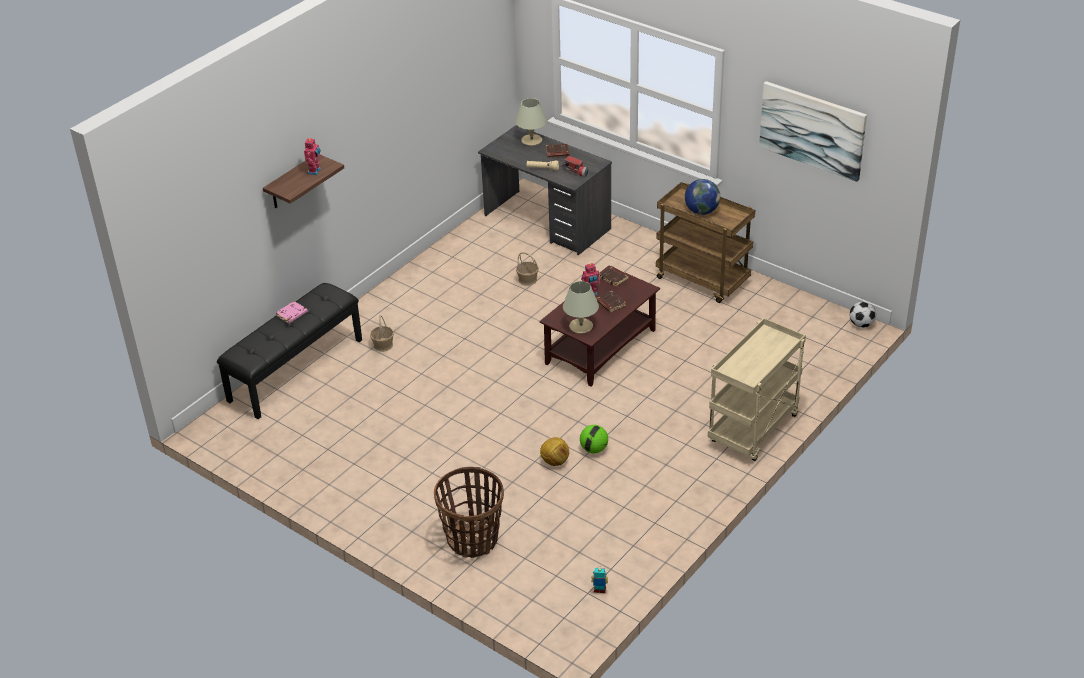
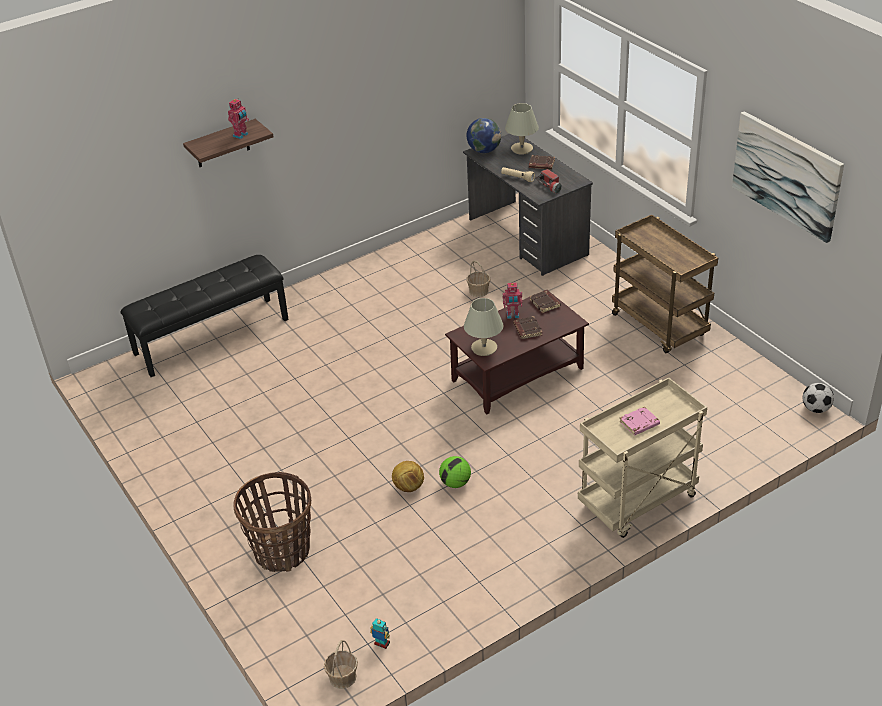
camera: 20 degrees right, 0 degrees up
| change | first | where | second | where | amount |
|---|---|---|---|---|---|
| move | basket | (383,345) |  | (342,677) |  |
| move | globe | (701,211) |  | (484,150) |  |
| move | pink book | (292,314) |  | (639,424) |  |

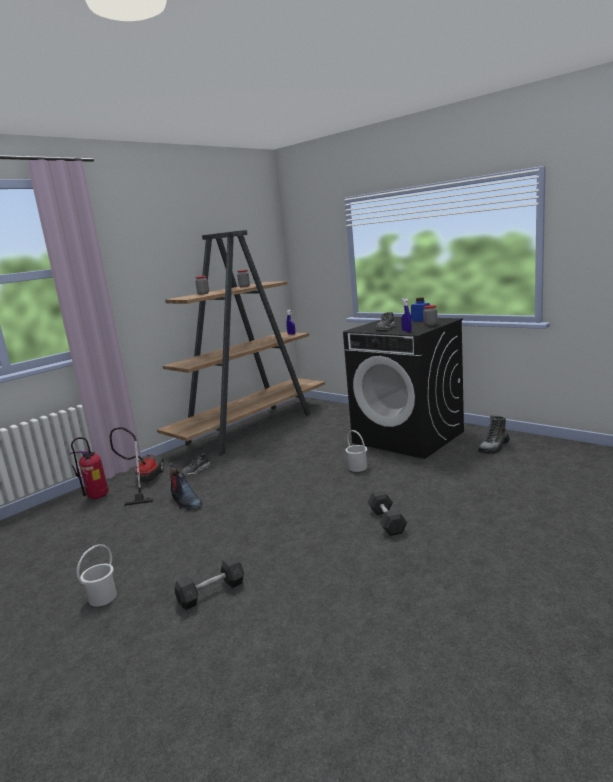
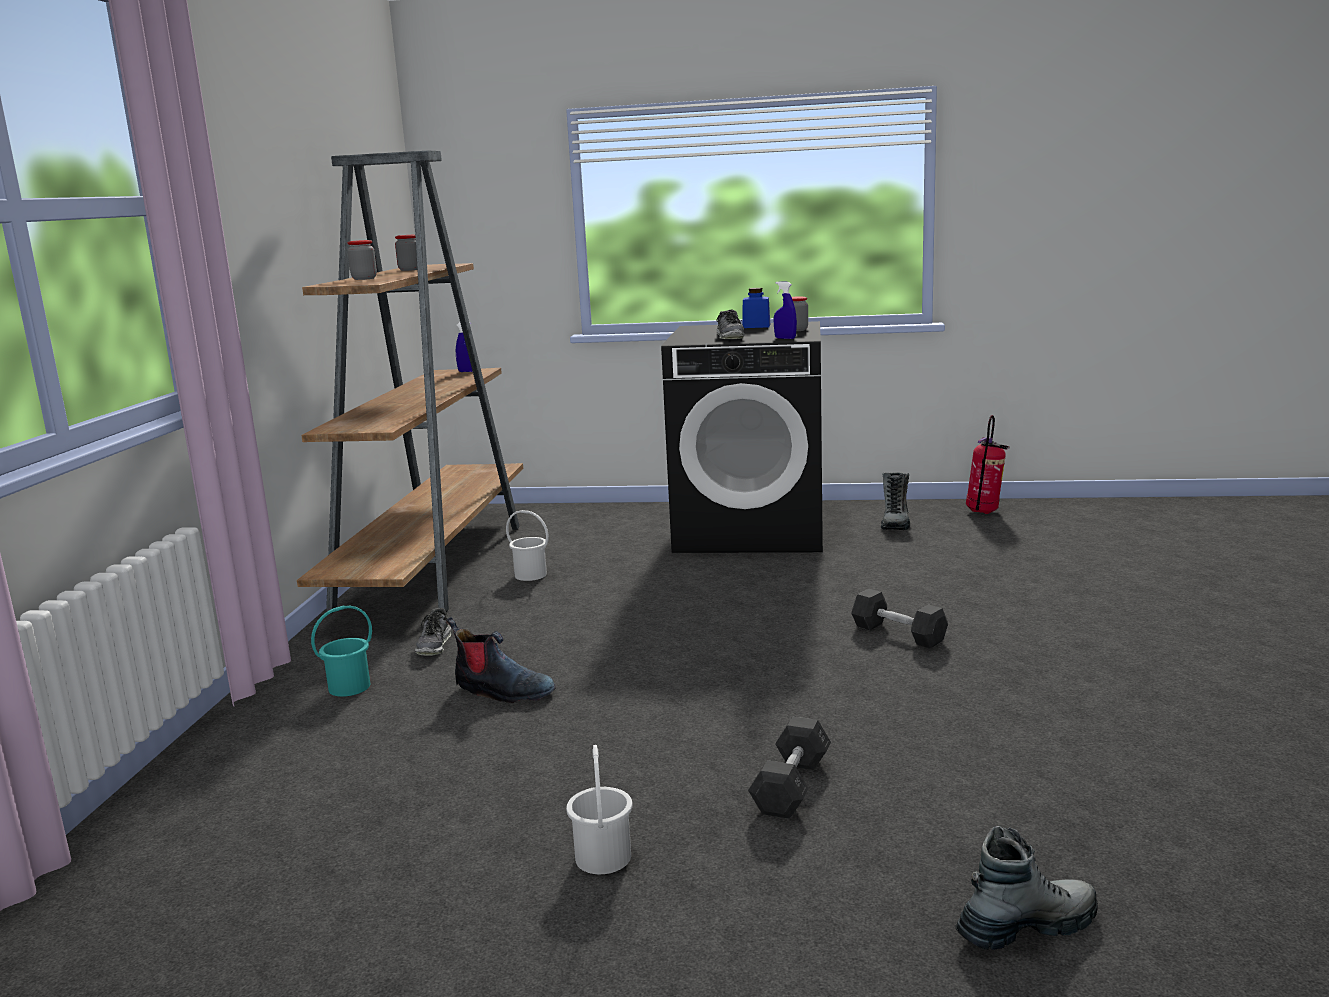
camera: 35 degrees left, 0 degrees up
| change | first | where | second | where | amount |
|---|---|---|---|---|---|
| replace | vacuum cleaner | (144,483) | turquoise bucket | (349,687) |  |
| move | white bucket | (358,467) |  | (530,575) |  |
| insert |  |  | boot | (1026,927) |  |
| move | fire extinguisher | (97,497) |  | (984,512) |  |

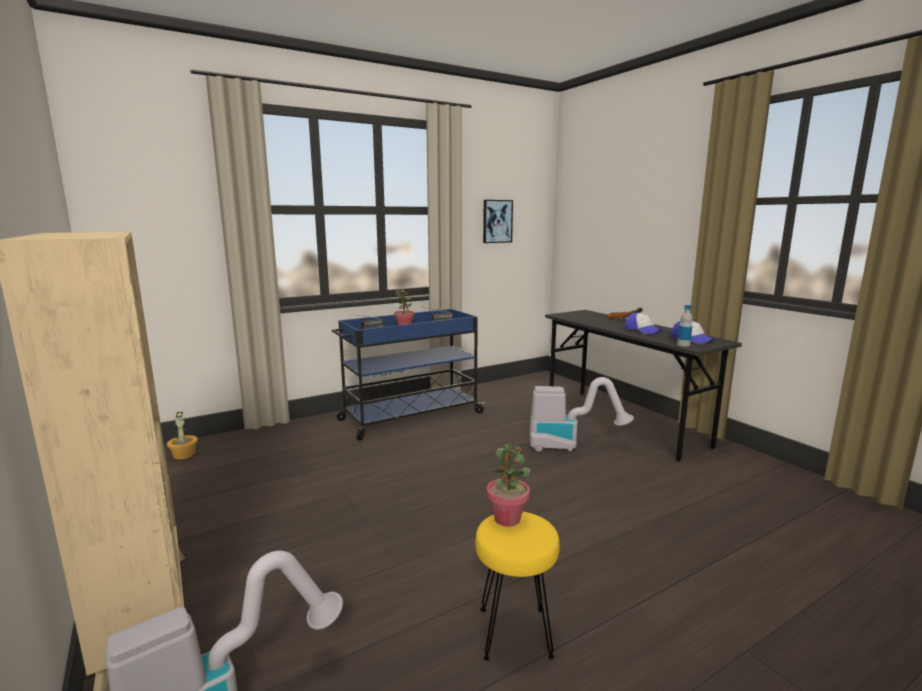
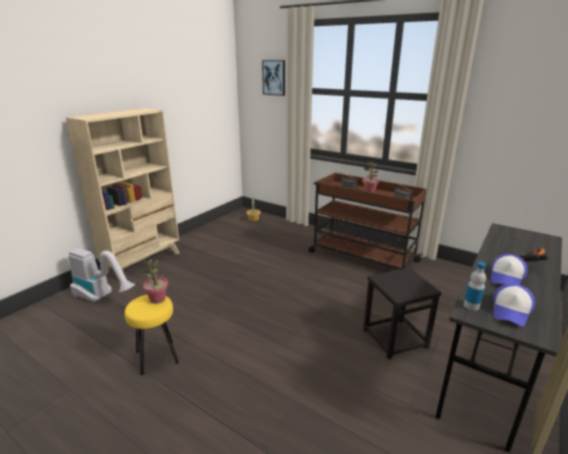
camera: 65 degrees right, 10 degrees up
| change | first | where | second | where | amount |
|---|---|---|---|---|---|
| move | picture | (497,221) |  | (274,77) |  |
| recolor | blue cart | (410,417) | brown cart | (361,256) |  |
| replace | vacuum cleaner | (570,445) | black stool | (395,338) |  |

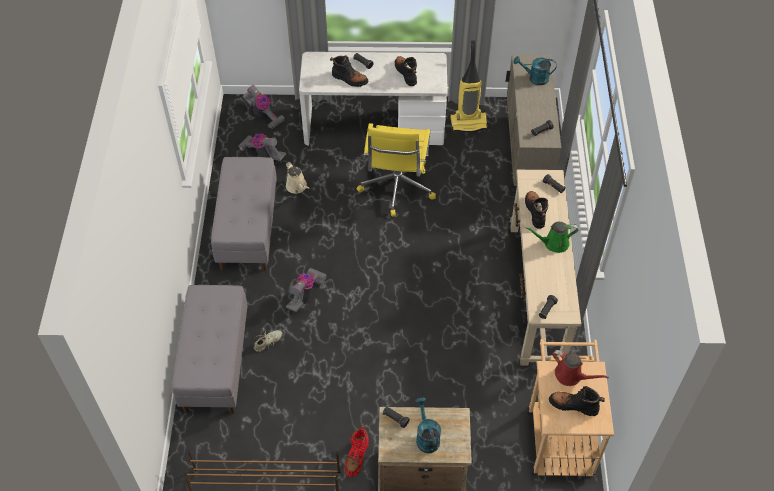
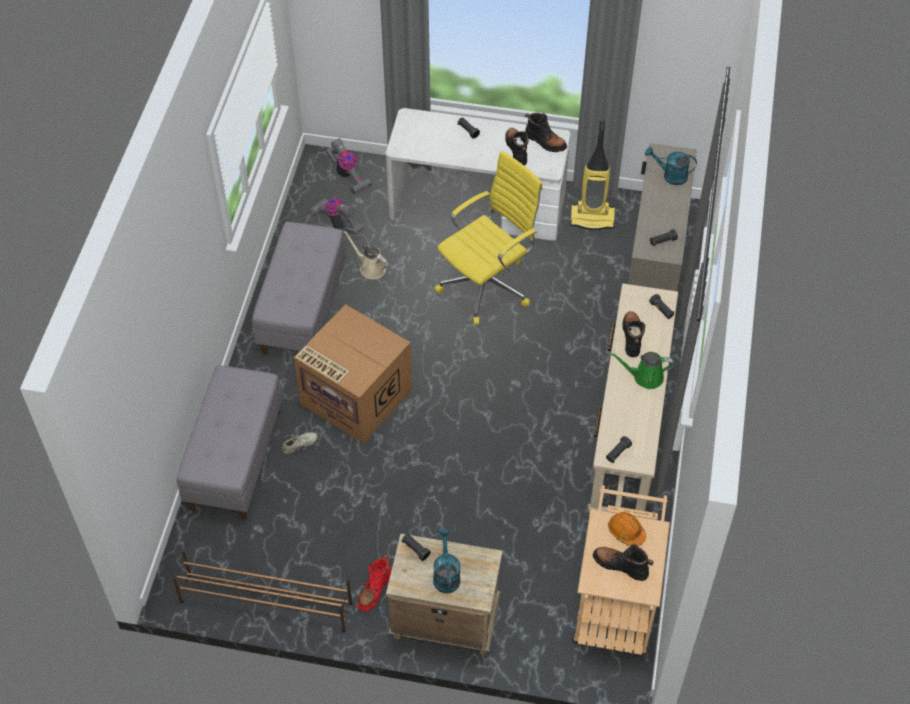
camera: 10 degrees right, 0 degrees up
| change | first | where | second | where | amount |
|---|---|---|---|---|---|
| replace | vacuum cleaner | (306,295) | cardboard box | (354,397) |  |
| rotate | beige watering can | (297,187) |  | (370,268) | 150 degrees clockwise |
| rotate | yellow office chair | (396,187) |  | (488,285) | 150 degrees counterclockwise |
| move | black boot | (349,79) |  | (545,141) |  |
| replace | red watering can | (571,375) | orange hard hat | (626,531) |  |

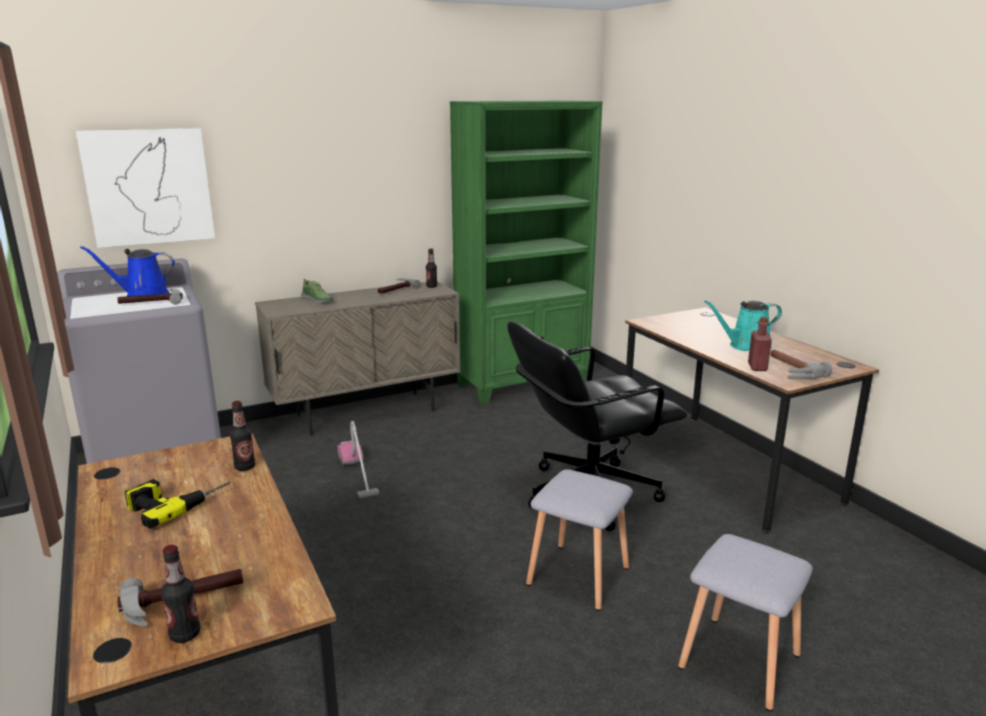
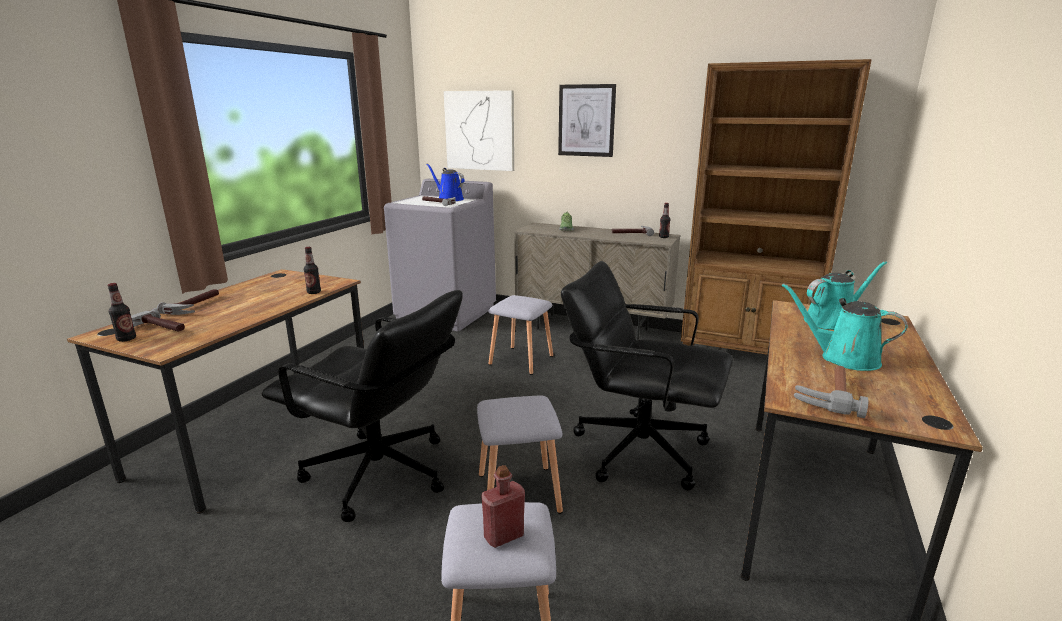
camera: 50 degrees right, 0 degrees up
| change | first | where | second | where | amount |
|---|---|---|---|---|---|
| insert |  |  | hammer | (195,306) |  |
| insert |  |  | black office chair | (379,474) |  |
| move | red bottle | (757,367) |  | (504,536) |  |
| replace | vacuum cleaner | (357,473) | grey stool | (520,360) |  |
| insert |  |  | picture | (586,120) |  |
| recolor | green bookcase | (523,384) | brown bookcase | (746,354) |  |
| insert |  |  | turquoise watering can | (832,322) |  |
| delete | power drill | (177,501) |  |  |  |

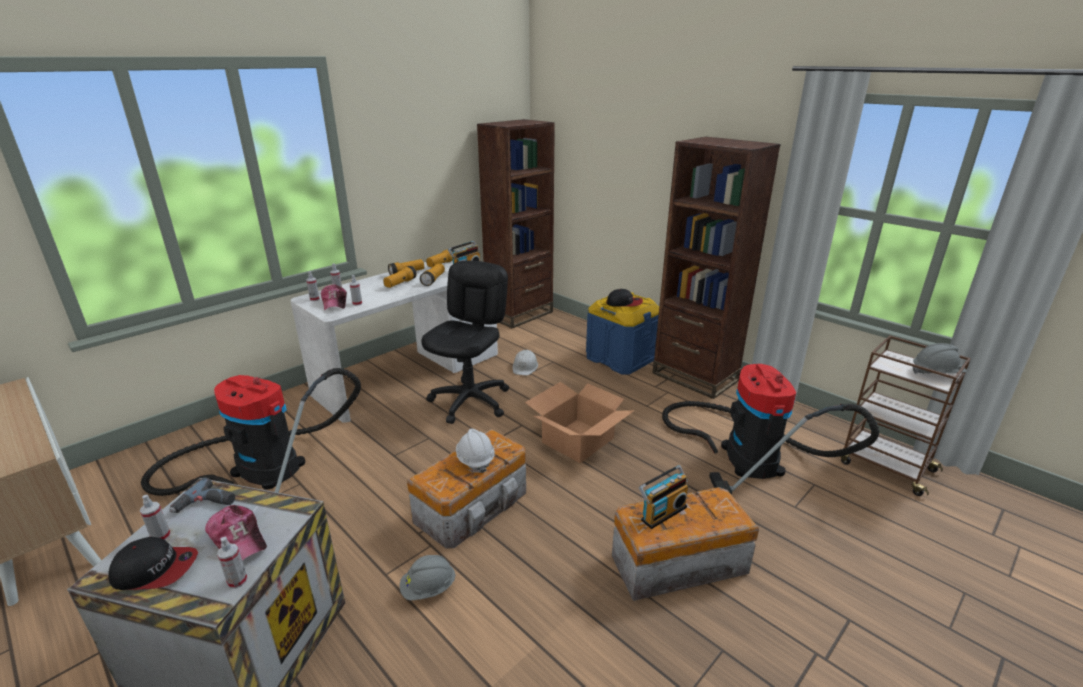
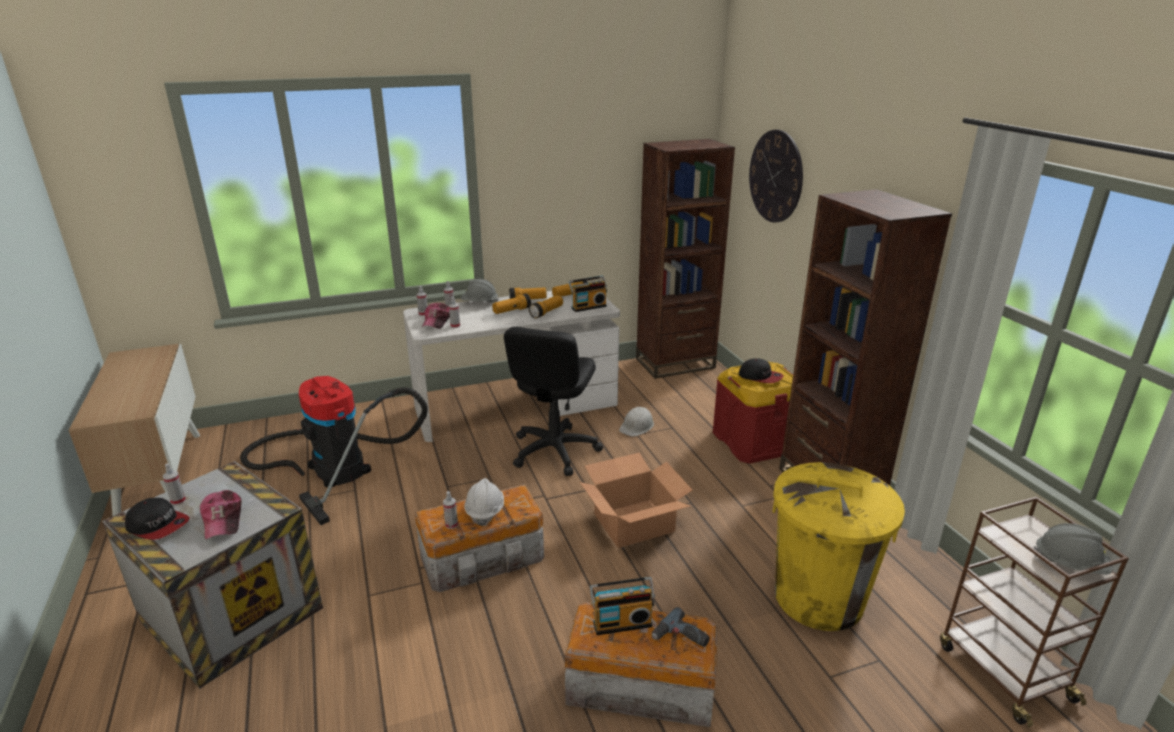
camera: 25 degrees right, 0 degrees up
| change | first | where | second | where | amount |
|---|---|---|---|---|---|
| move | spray bottle | (237,581) |  | (451,525) |  |
| move | grey hard hat | (428,588) |  | (479,303) |  |
| rotate | black office chair | (470,401) |  | (554,450) | 150 degrees clockwise |
| move | power drill | (205,505) |  | (680,638) |  |
| recolor | blue storage box | (621,358) | red storage box | (755,441) |  |
| insert |  |  | wall clock | (775,176) |  |
| replace | vacuum cleaner | (746,455) | yellow trash can | (819,598) |  |

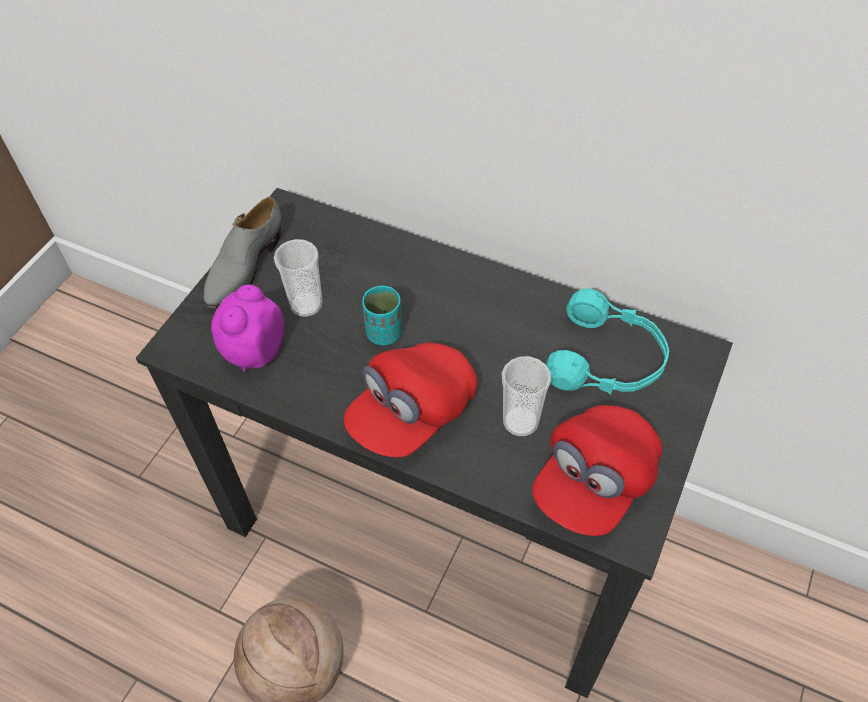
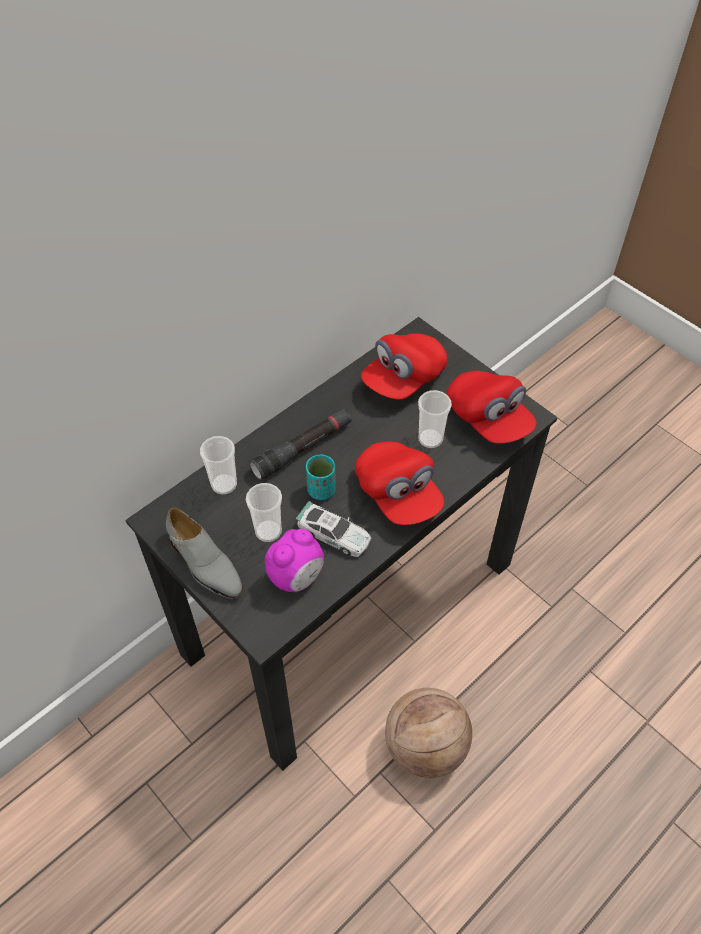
camera: 70 degrees left, 0 degrees up
| change | first | where | second | where | amount |
|---|---|---|---|---|---|
| insert |  |  | cup | (224,484) |  |
| insert |  |  | black flashlight | (302,449) |  |
| rotate | alarm clock | (254,351) |  | (297,577) | 90 degrees counterclockwise |
| insert |  |  | toy car | (334,534) |  |
| replace | turquoise headphones | (607,360) | red cap | (403,378) |  |

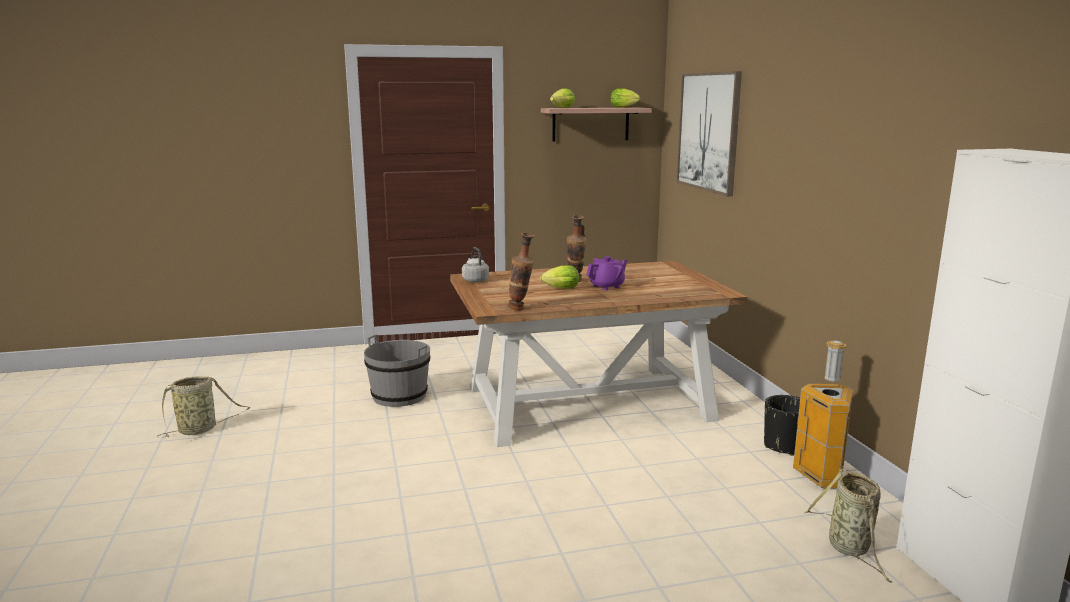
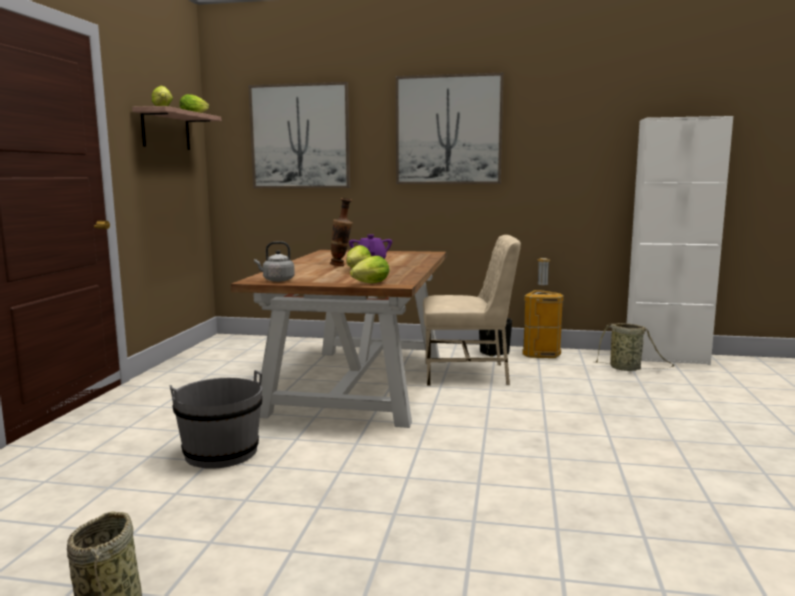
camera: 65 degrees left, 5 degrees down
| change | first | where | second | where | amount |
|---|---|---|---|---|---|
| insert |  |  | lettuce | (369,284) |  |
| insert |  |  | picture | (448,130) |  |
| insert |  |  | beige chair | (467,374) |  |
| delete | vase | (521,309) |  |  |  |

